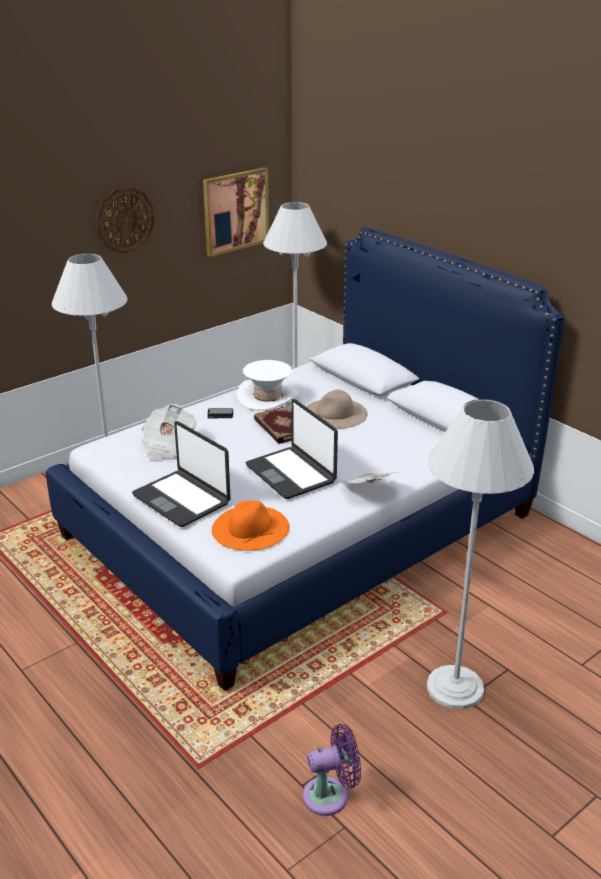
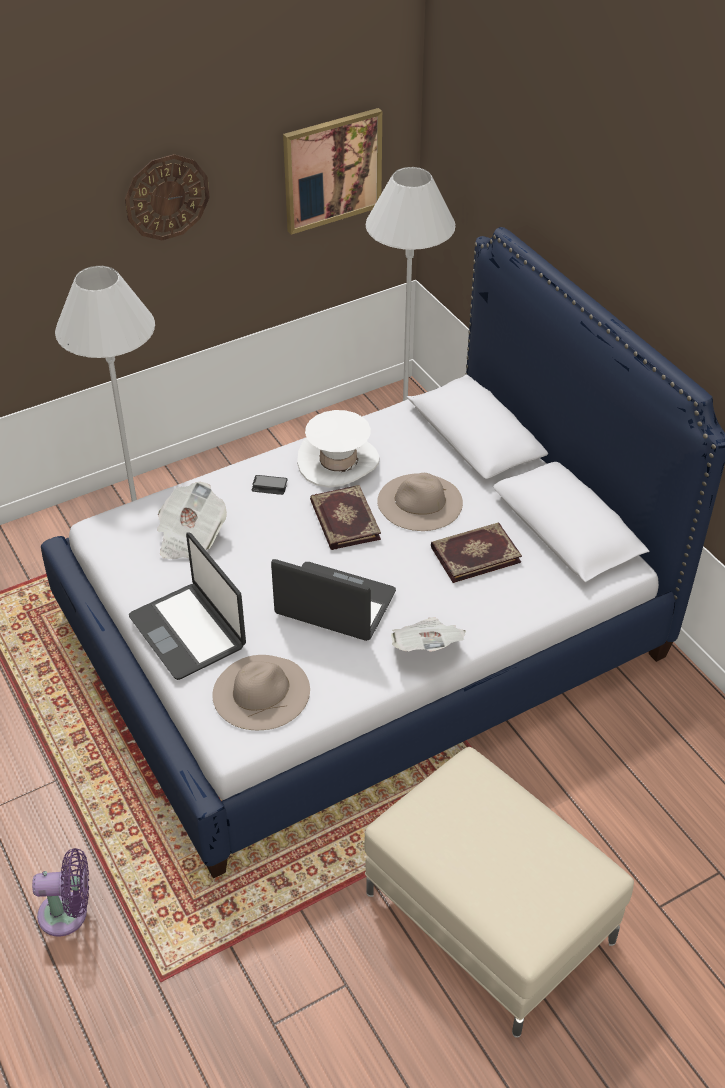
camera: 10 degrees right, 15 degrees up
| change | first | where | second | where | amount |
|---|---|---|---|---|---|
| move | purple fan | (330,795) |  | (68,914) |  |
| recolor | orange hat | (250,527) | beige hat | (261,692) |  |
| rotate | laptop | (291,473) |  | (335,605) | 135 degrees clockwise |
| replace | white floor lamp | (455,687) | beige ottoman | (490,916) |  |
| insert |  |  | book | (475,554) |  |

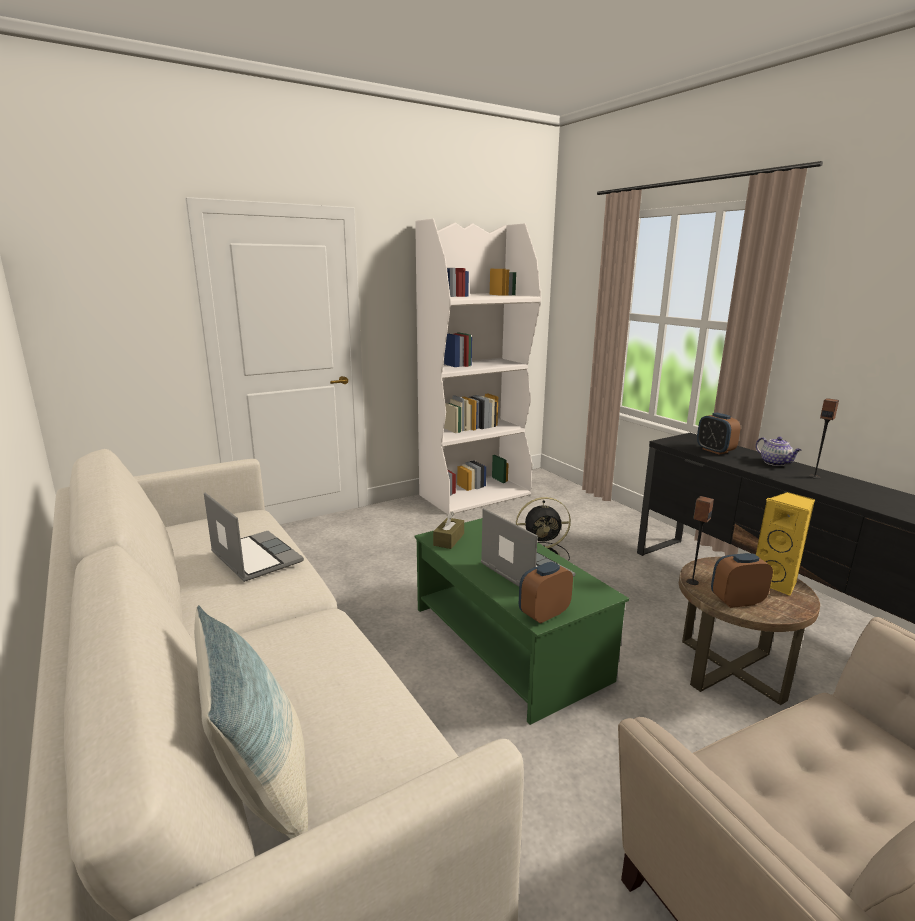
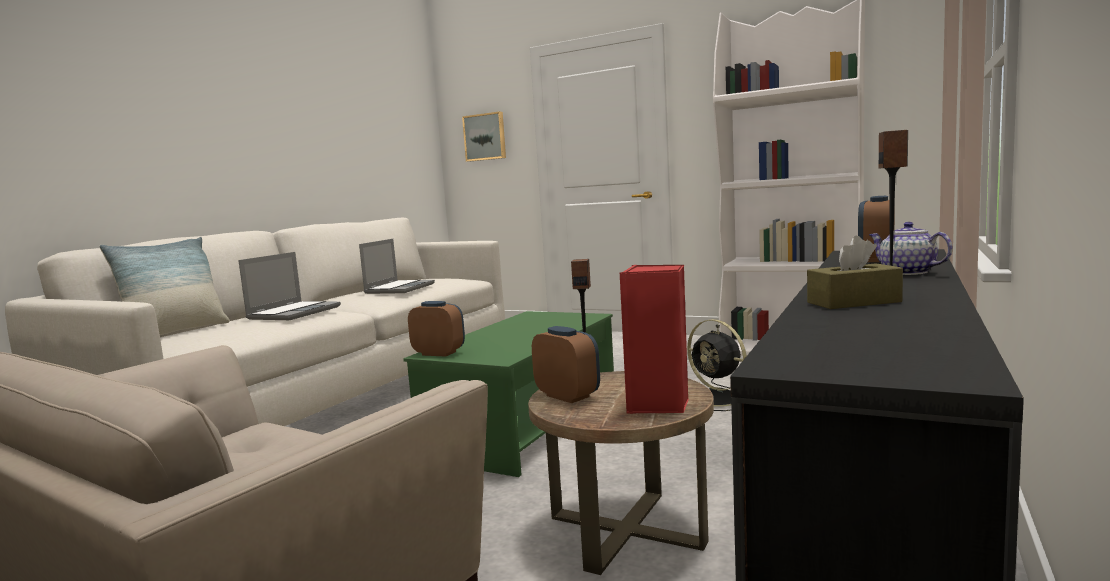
camera: 60 degrees right, 10 degrees down
| change | first | where | second | where | amount |
|---|---|---|---|---|---|
| move | laptop | (524,571) |  | (294,312) |  |
| insert |  |  | picture | (485,137) |  |
| recolor | yellow speaker | (777,583) | red speaker | (658,405) |  |
| move | brown tissue box | (449,539) |  | (853,302) |  |
| rotate | teapot | (775,463) |  | (906,272) | 120 degrees clockwise |

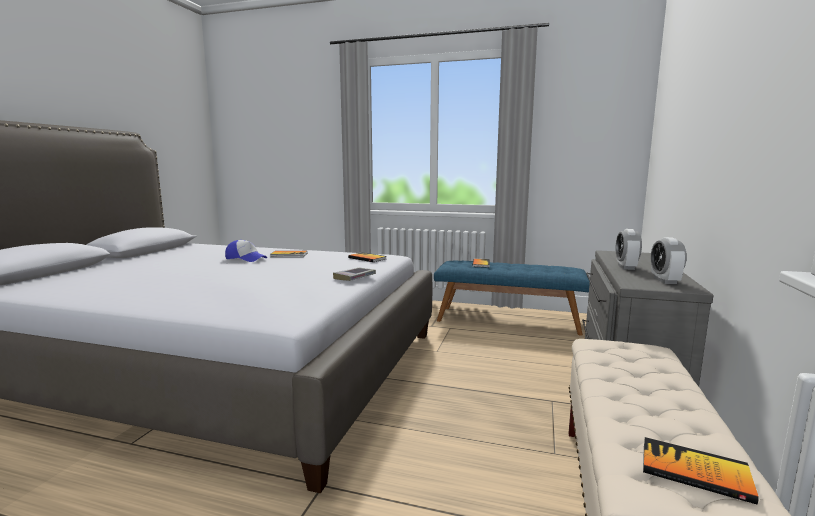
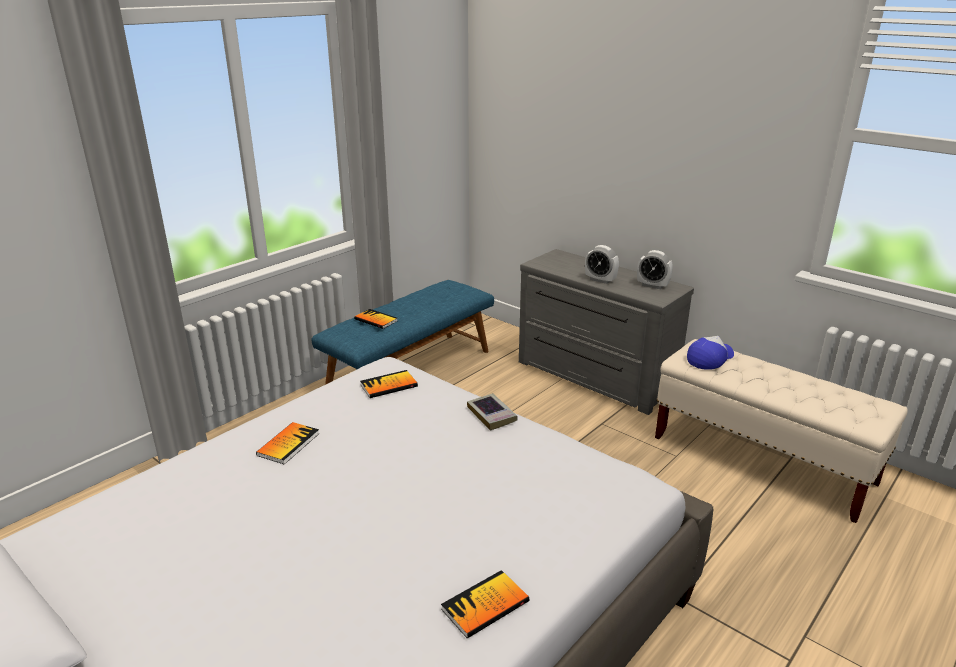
camera: 65 degrees left, 15 degrees up
| change | first | where | second | where | amount |
|---|---|---|---|---|---|
| move | book | (694,471) |  | (485,605) |  |
| move | cap | (246,258) |  | (710,358) |  |

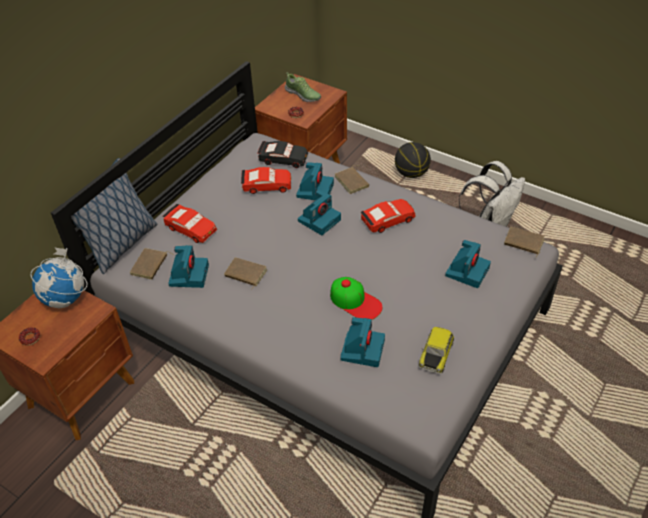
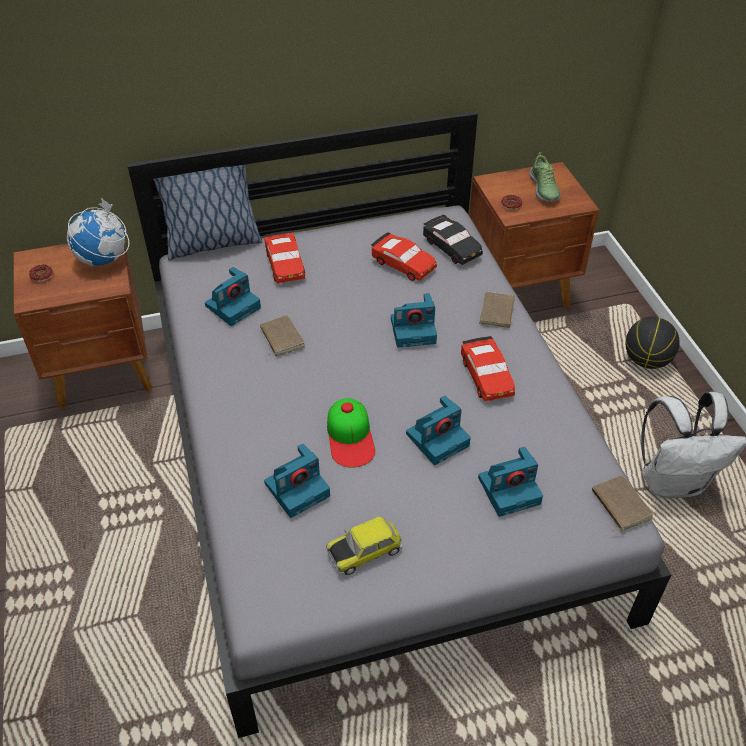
camera: 40 degrees right, 0 degrees up
| change | first | where | second | where | amount |
|---|---|---|---|---|---|
| move | photo camera | (315,190) |  | (438,438) |  |
| rotate | red toy car | (387,220) |  | (487,376) | 60 degrees clockwise |
| delete | brown book | (150,265) |  |  |  |

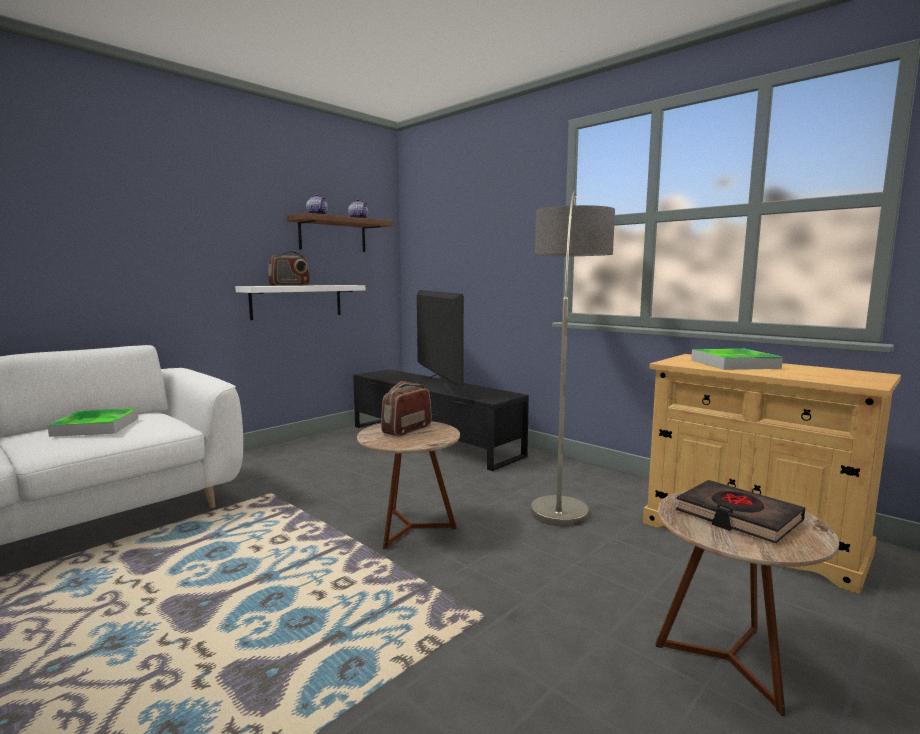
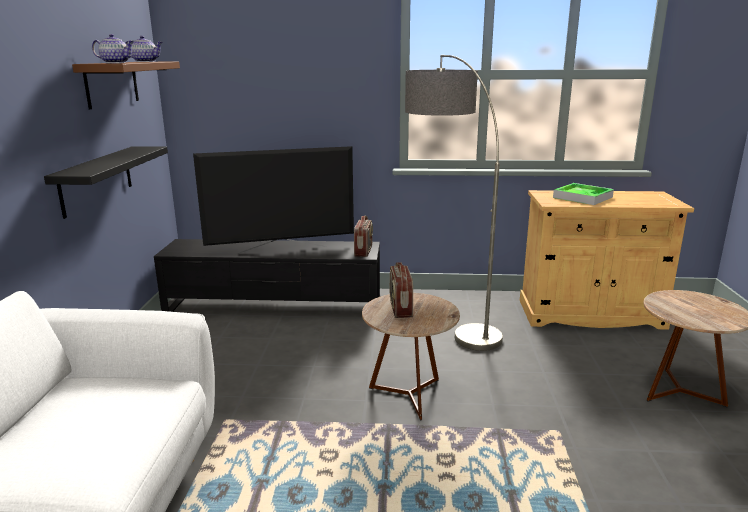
camera: 40 degrees left, 10 degrees up
| change | first | where | second | where | amount |
|---|---|---|---|---|---|
| recolor | white shelf | (297,301) | black shelf | (96,180) |  |
| rotate | television | (437,385) |  | (281,250) | 135 degrees clockwise |
| move | radio | (290,285) |  | (363,251) |  |
| delete | tray | (96,427) |  |  |  |
| delete | black book | (737,517) |  |  |  |

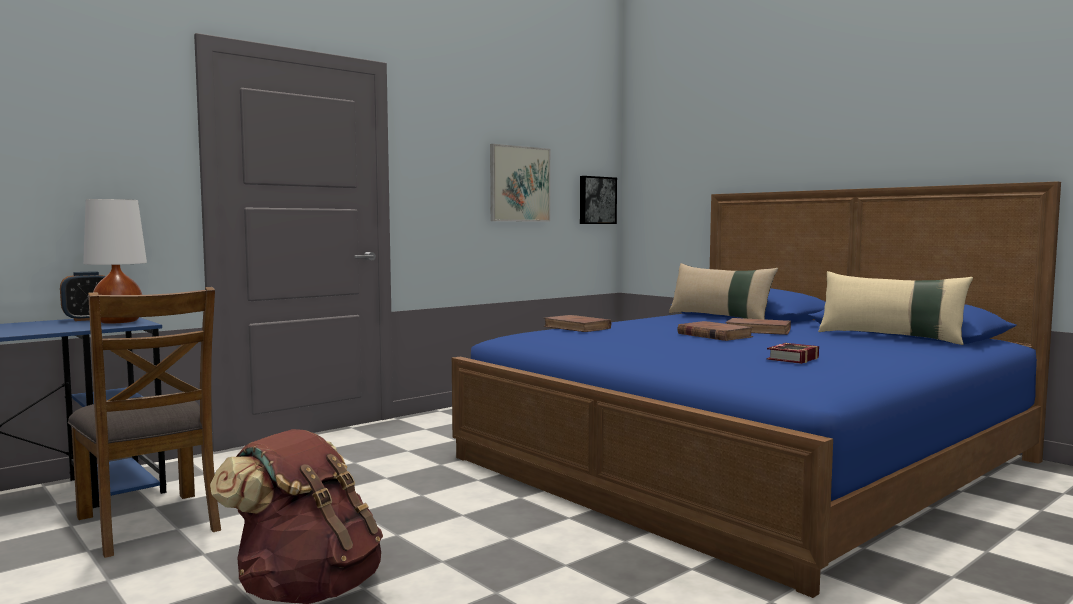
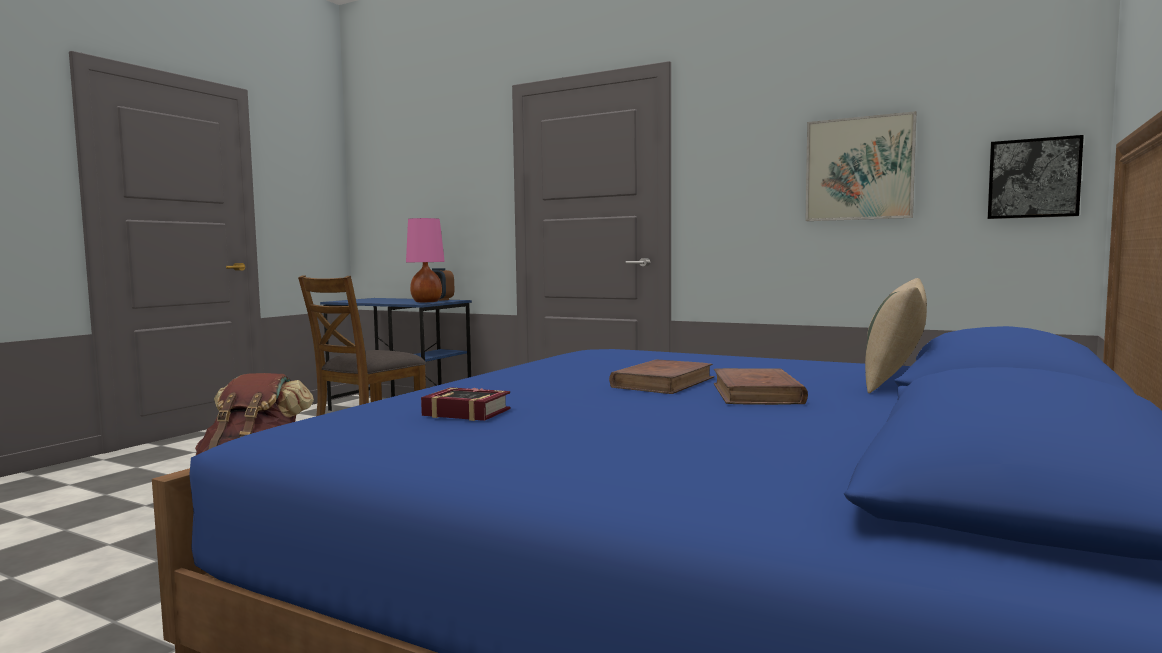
camera: 70 degrees right, 0 degrees up
| change | first | where | second | where | amount |
|---|---|---|---|---|---|
| recolor | white table lamp | (119,322) | pink table lamp | (426,302) |  |
| delete | brown book | (577,327) |  |  |  |
| delete | beige pillow | (890,337) |  |  |  |

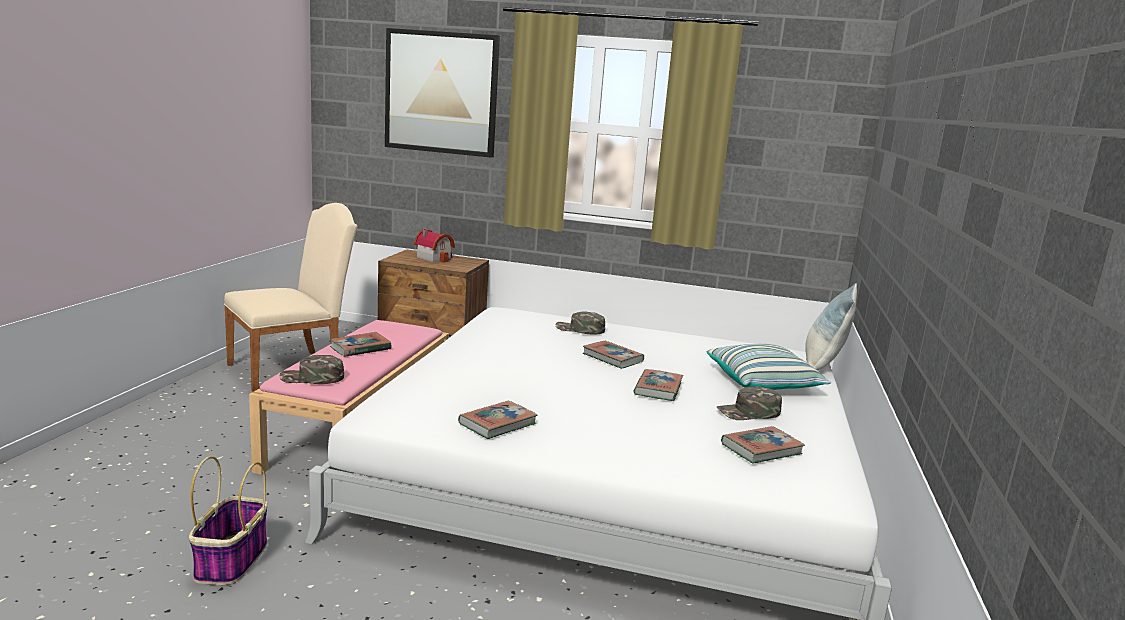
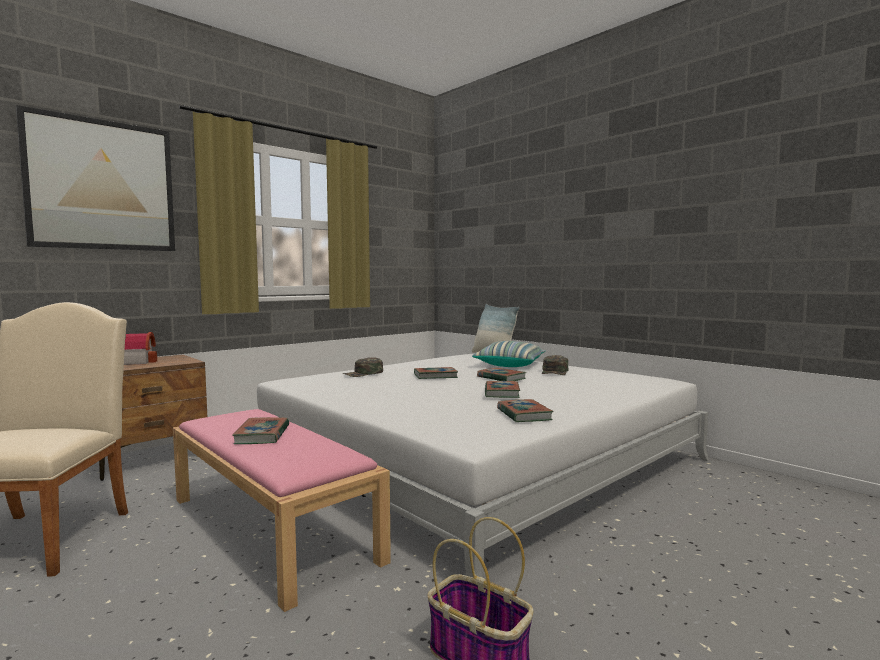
camera: 55 degrees left, 10 degrees down
| change | first | where | second | where | amount |
|---|---|---|---|---|---|
| move | book | (761,449) |  | (501,393) |  |
| delete | green cap | (312,378) |  |  |  |

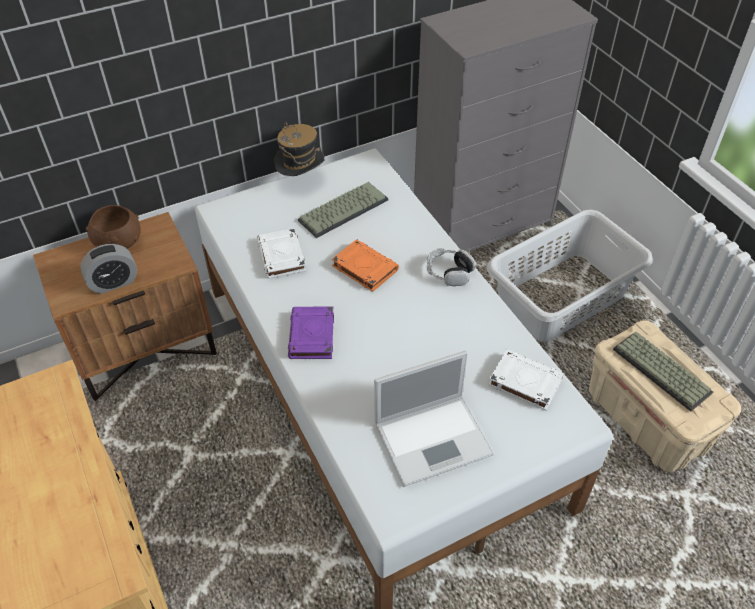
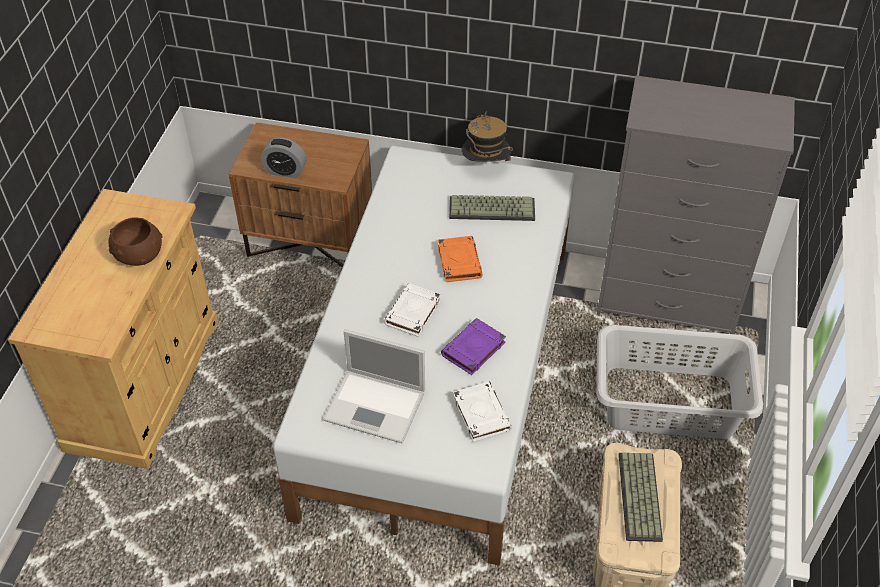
camera: 40 degrees right, 0 degrees up
| change | first | where | second | where | amount |
|---|---|---|---|---|---|
| move | brown bowl | (118,242) |  | (139,254) |  |
| move | white book | (282,257) |  | (412,313) |  |
| move | purple book | (312,336) |  | (473,349) |  |
| delete | headphones | (449,272) |  |  |  |

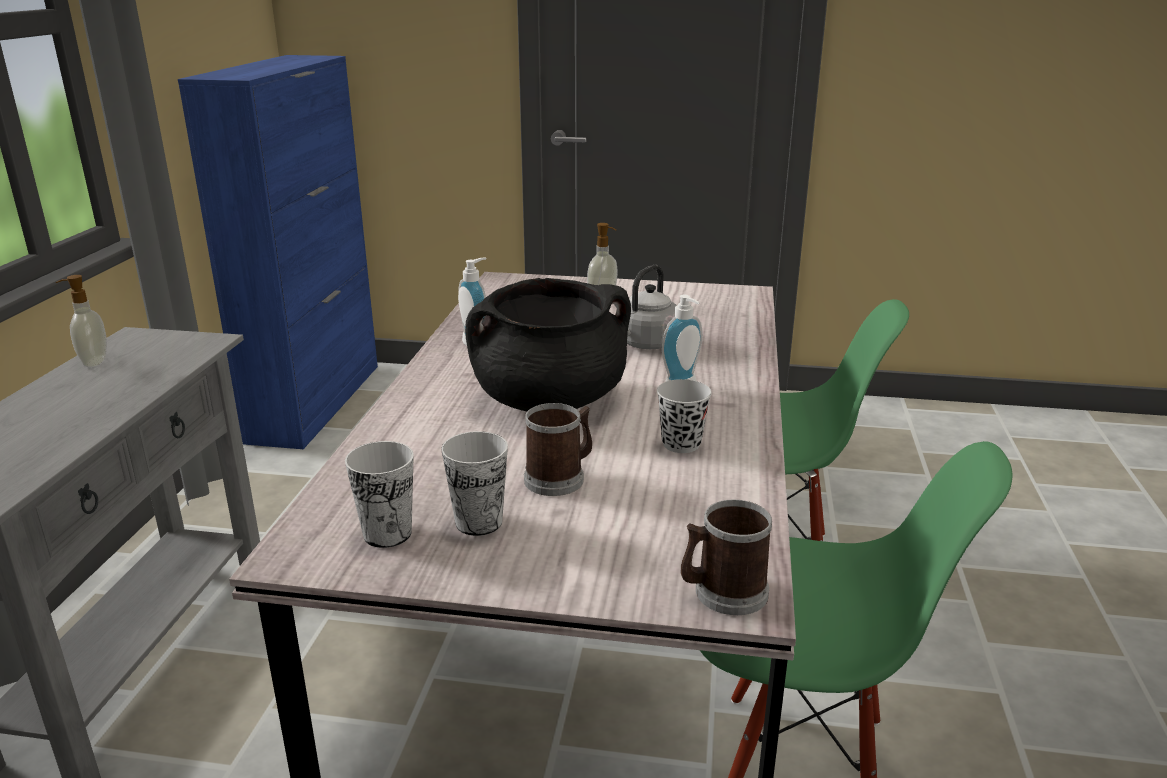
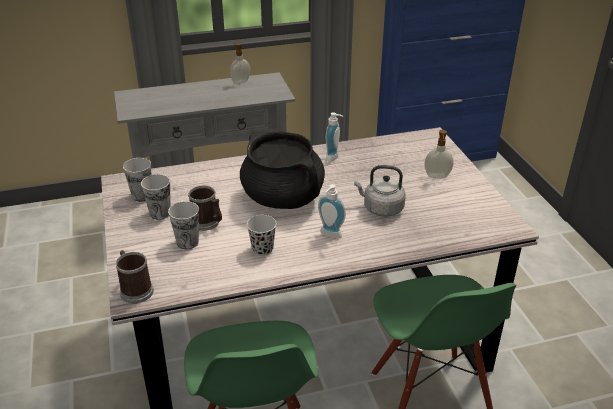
camera: 65 degrees right, 10 degrees up
| change | first | where | second | where | amount |
|---|---|---|---|---|---|
| insert |  |  | cup | (187,242) |  |

